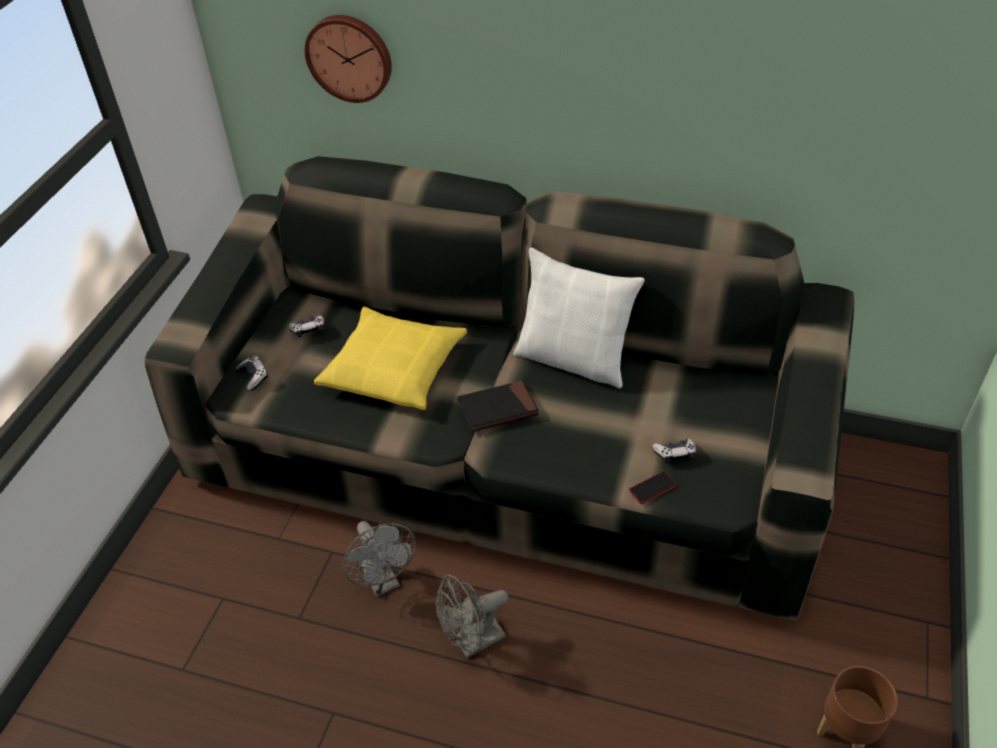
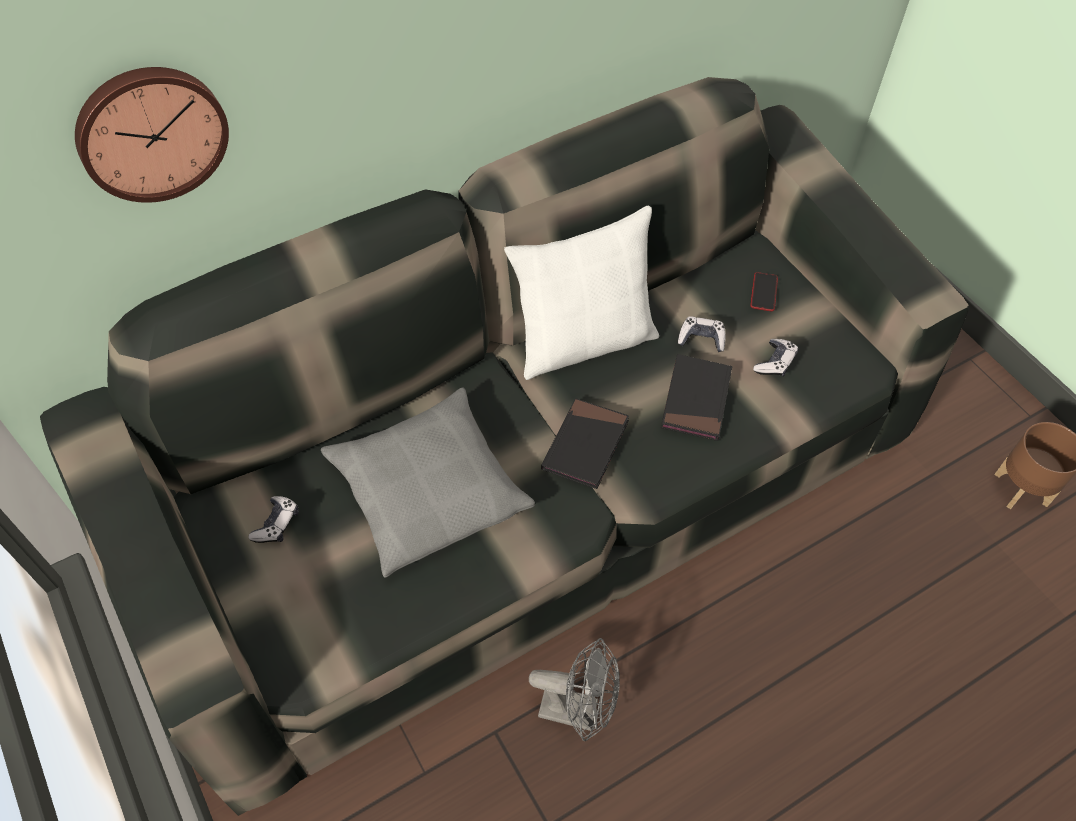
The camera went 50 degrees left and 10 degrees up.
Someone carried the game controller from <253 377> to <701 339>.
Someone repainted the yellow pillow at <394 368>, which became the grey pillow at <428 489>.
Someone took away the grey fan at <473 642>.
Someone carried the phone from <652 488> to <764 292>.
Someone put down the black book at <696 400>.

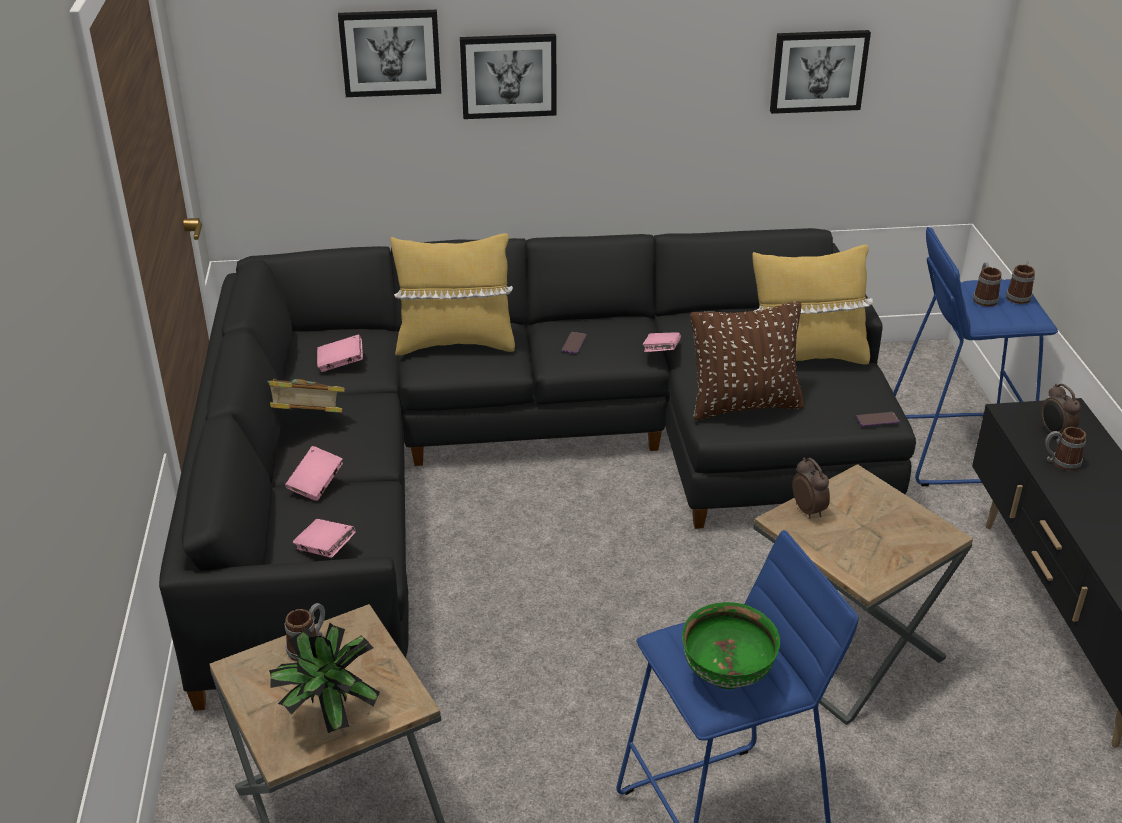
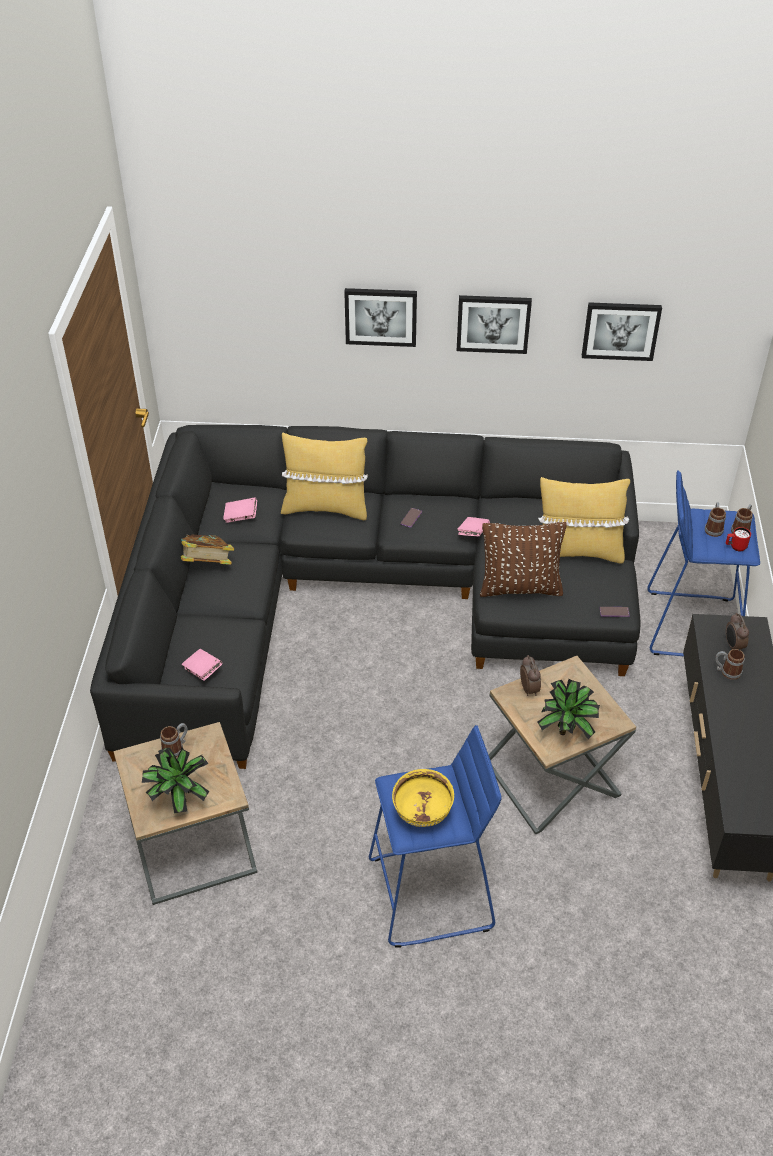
The camera went 10 degrees right and 10 degrees up.
Someone took away the pink book at <316 484>.
Someone carried the picture from <390 52> to <493 323>.
Someone repainted the green bowl at <727 677>, which became the yellow bowl at <423 815>.
Someone put down the potted plant at <567 731>.
Someone put down the red mug at <735 547>.

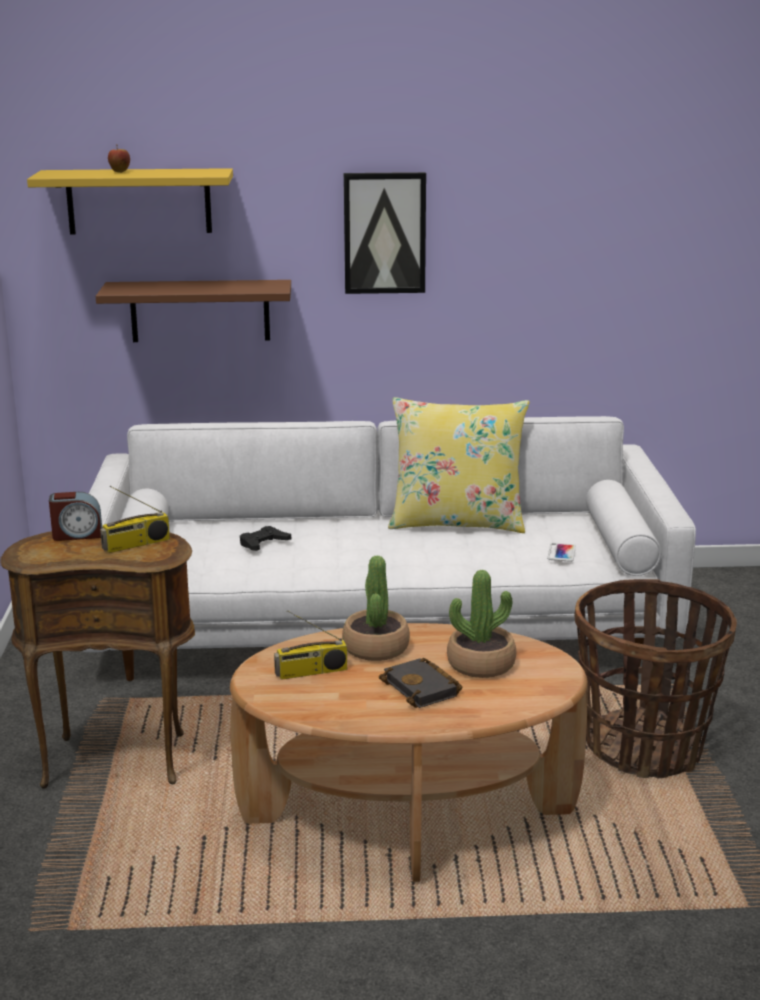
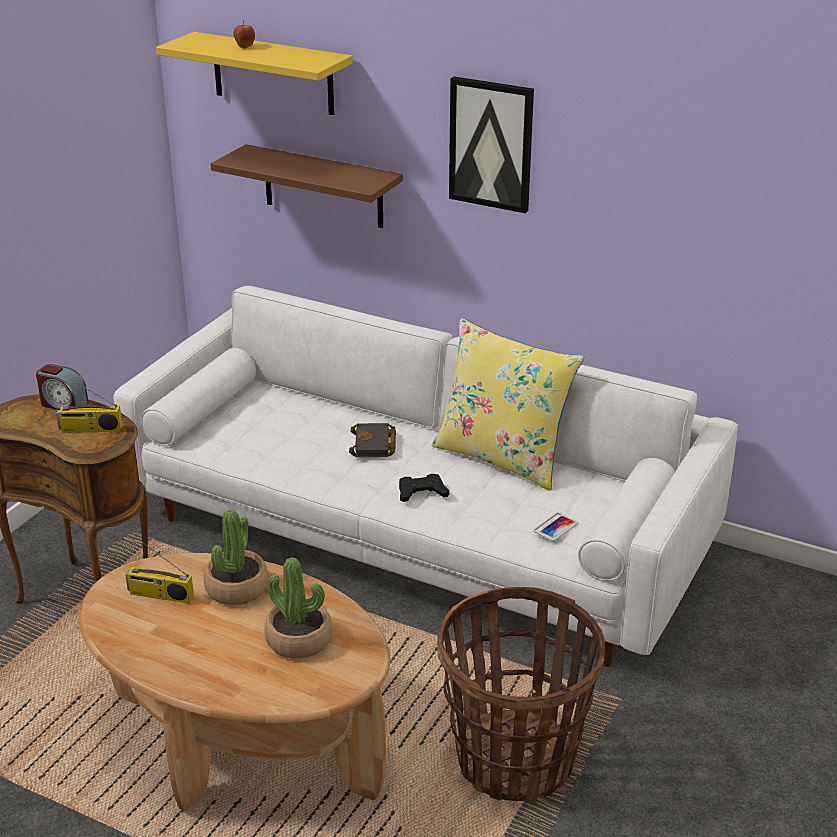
The camera went 30 degrees right and 10 degrees up.
Someone carried the black game controller from <263 543> to <422 492>.
Someone carried the black book from <423 689> to <374 445>.

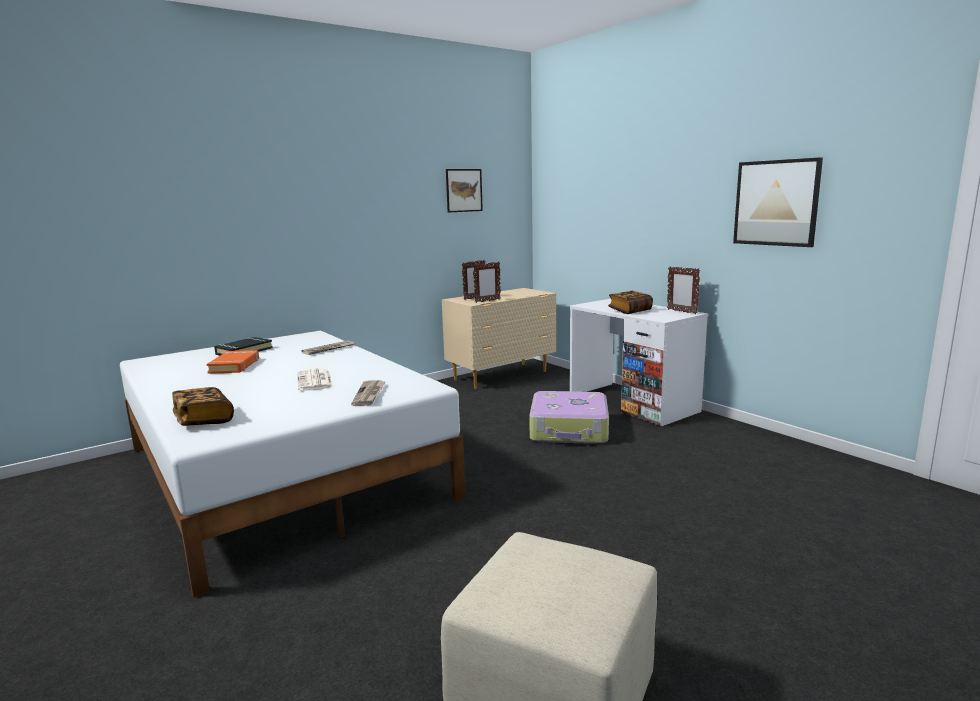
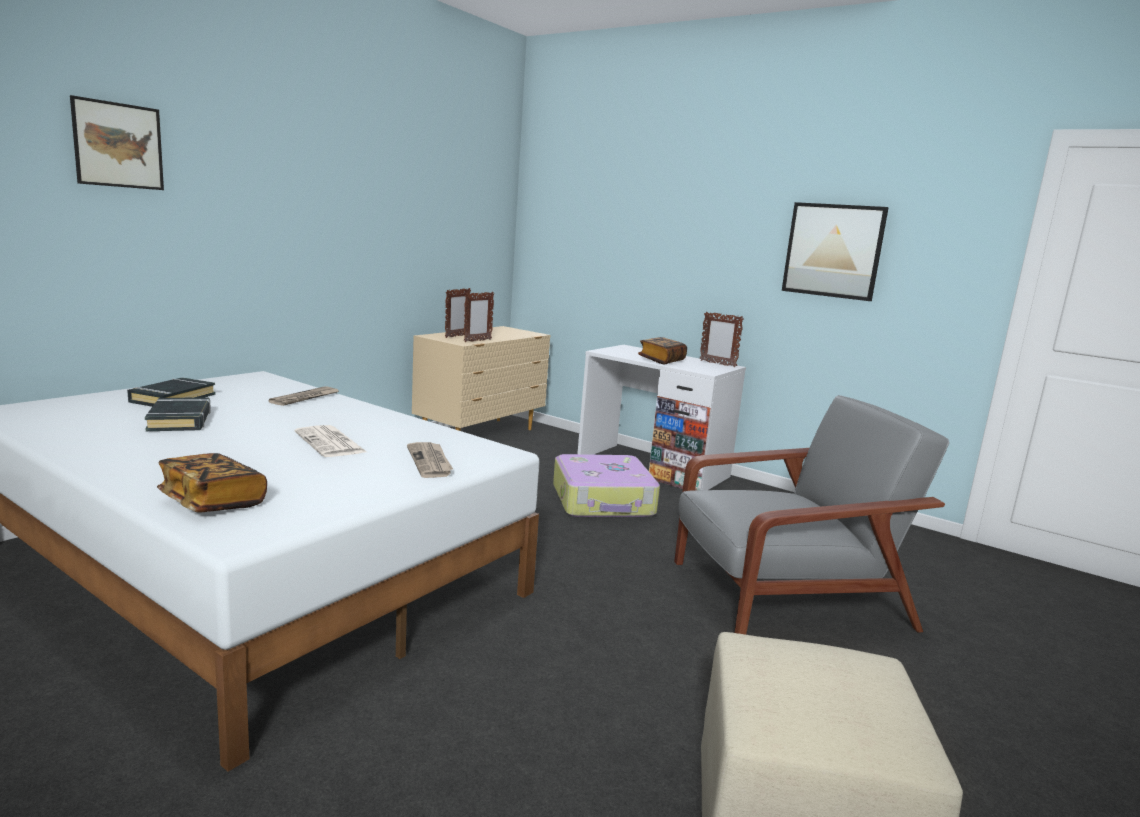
The camera went 20 degrees left and 0 degrees up.
Someone repainted the orange book at <235 366>, which became the black book at <180 420>.
Someone carried the picture from <464 190> to <118 145>.
Someone put down the grey armchair at <784 595>.

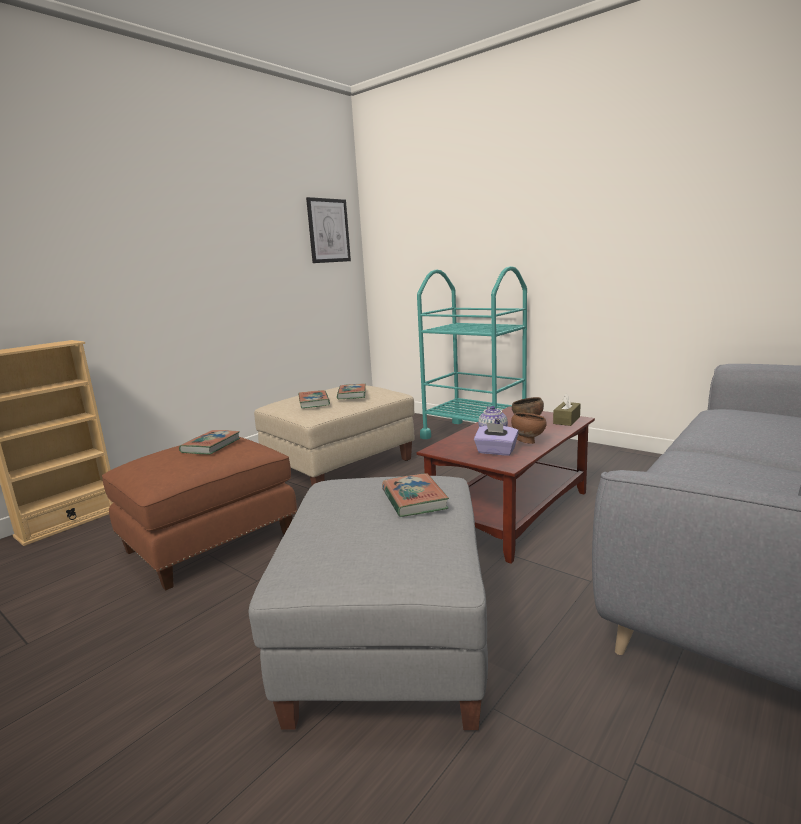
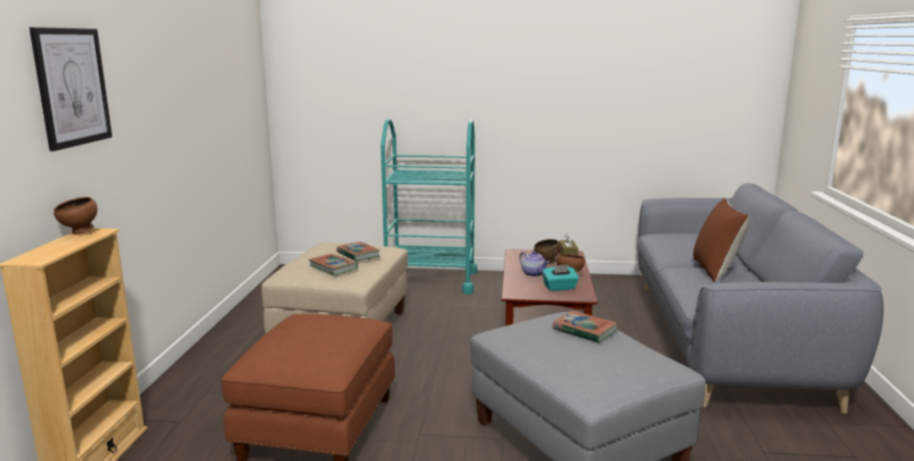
The camera went 35 degrees left and 0 degrees up.
Someone took away the book at <211 446>.
Someone carried the picture from <328 230> to <72 87>.
Someone repainted the purple tissue box at <496 451>, which became the turquoise tissue box at <560 288>.
Someone put down the brown bowl at <80 233>.
Someone put down the brown pillow at <715 270>.

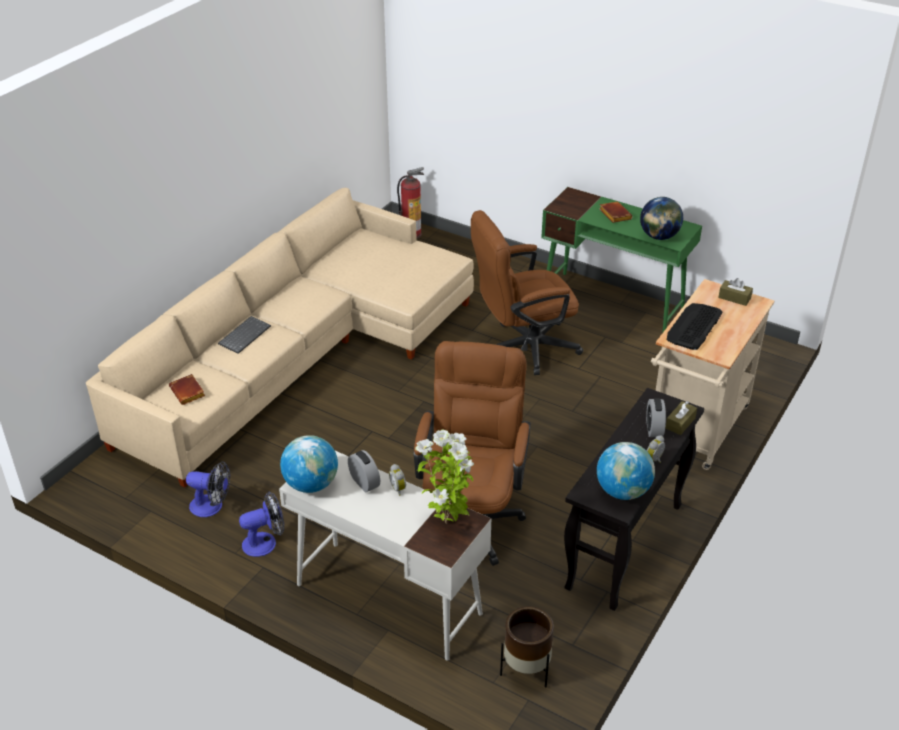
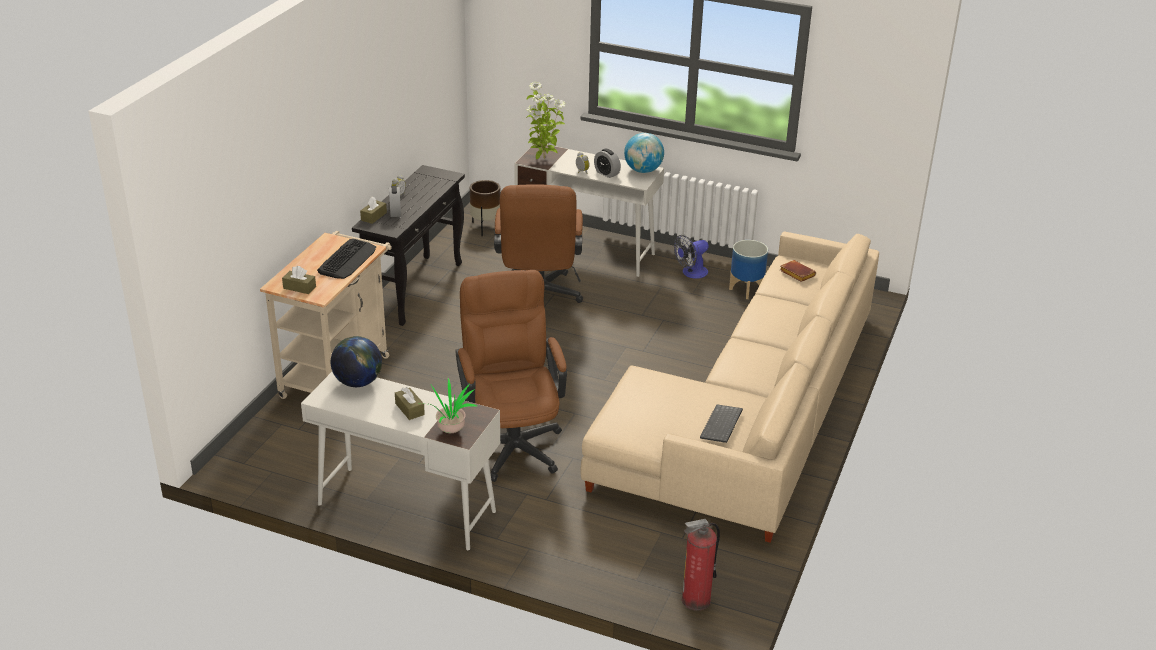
The camera went 170 degrees right and 5 degrees down.
Someone swapped the fan at <212 506> for the planter at <746 290>.
Someone carried the keyboard from <244 335> to <722 425>.
Someone rotated the brown office chair at <523 348> by 75 degrees counterclockwise.
Someone repainted the green desk at <613 304>, which became the white desk at <405 507>.
Someone took away the globe at <623 491>.
Someone swapped the brown book at <614 214> for the brown tissue box at <409 409>.
Someone put down the potted plant at <450 429>.

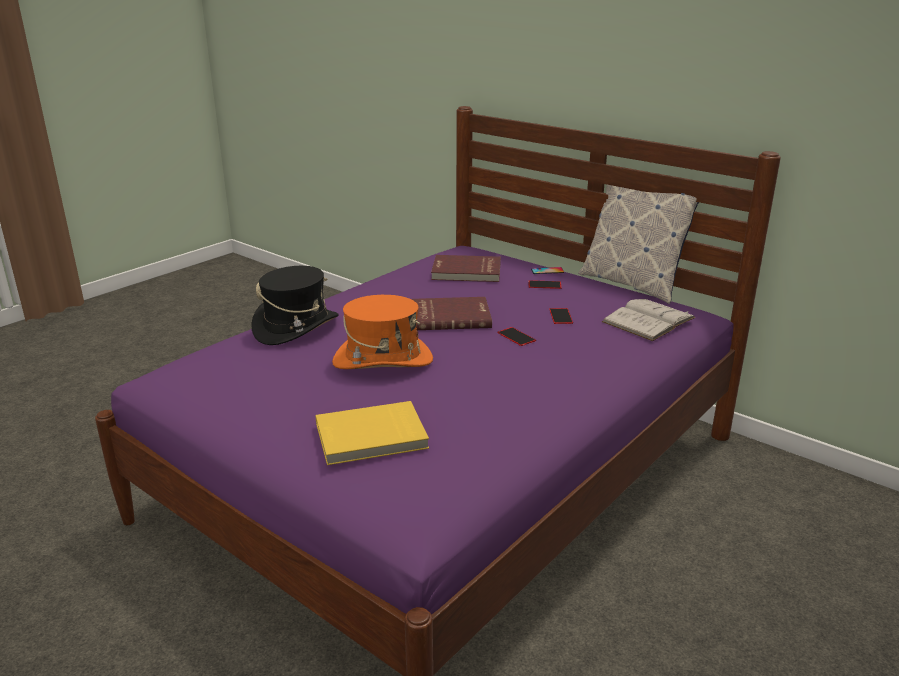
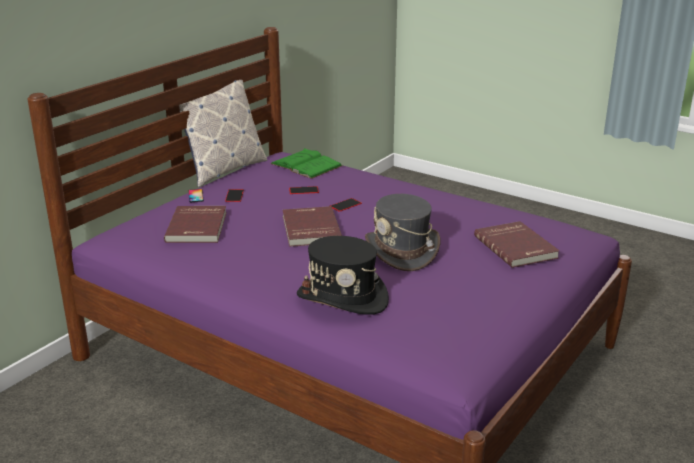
The camera went 95 degrees left and 0 degrees up.
Someone repainted the yellow book at <371 437>, which became the red book at <516 247>.
Someone repainted the orange hat at <382 360>, which became the grey hat at <402 251>.
Someone repainted the white book at <648 320>, which became the green book at <306 165>.

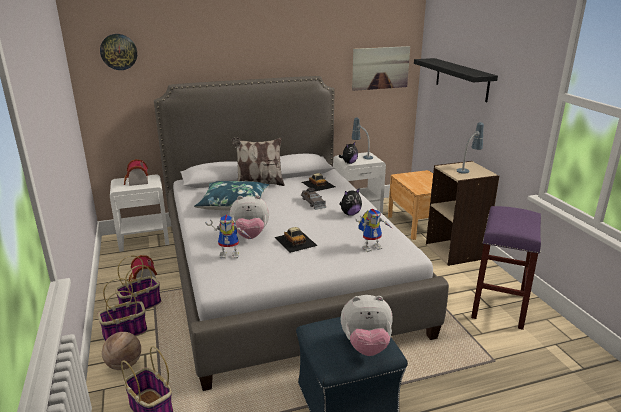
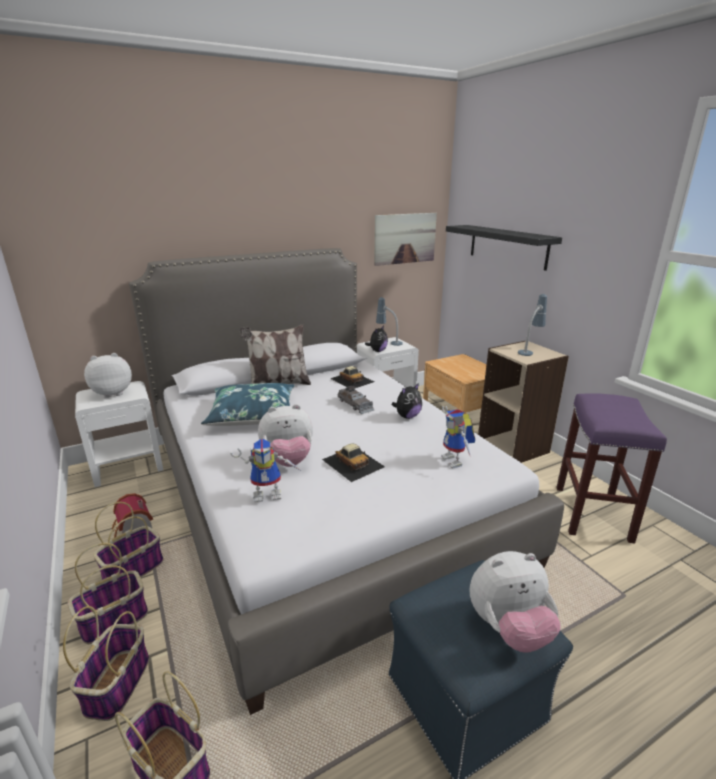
The camera went 10 degrees left and 0 degrees up.
Someone took away the wall clock at <118 52>.
Someone swapped the basketball at <124 365> for the basket at <117 683>.
Someone swapped the toy house at <137 182> for the plush toy at <113 393>.
Someone rotated the toy robot at <372 246> by 105 degrees clockwise.

